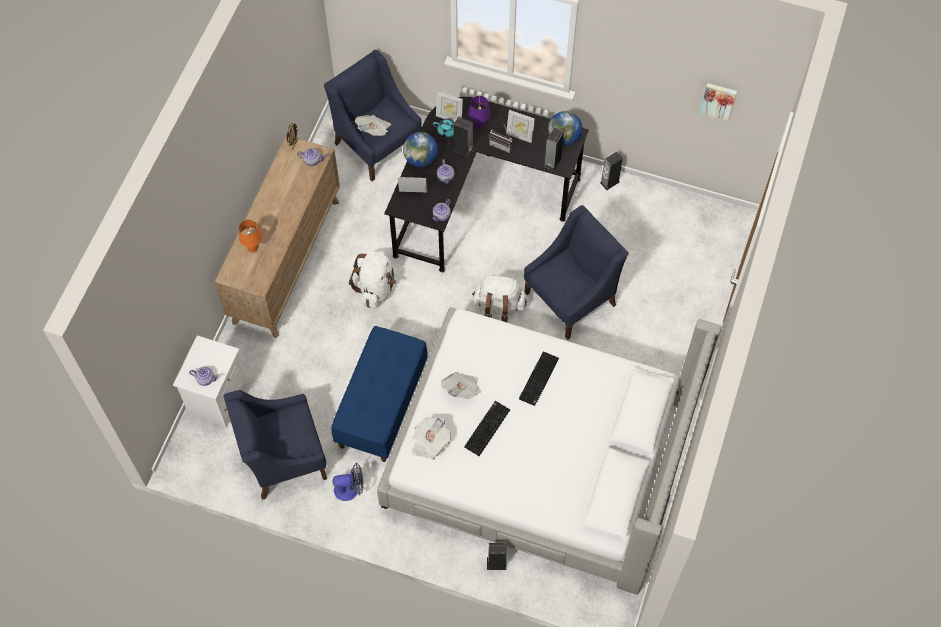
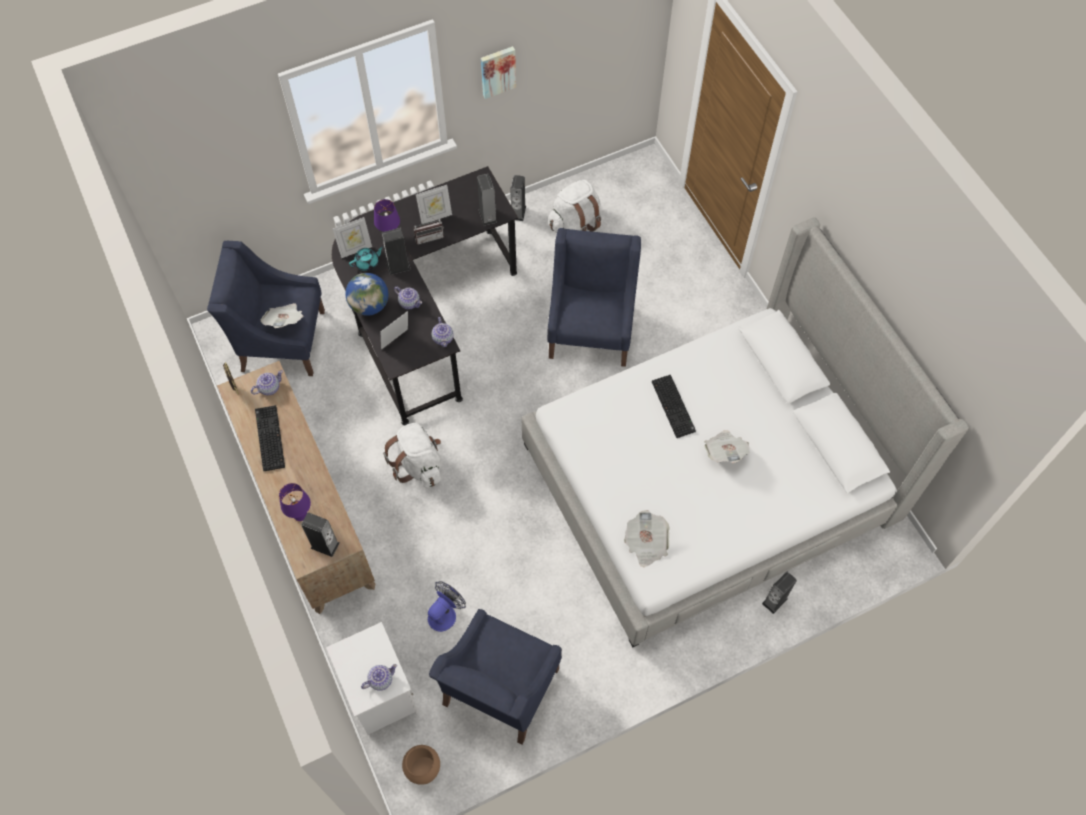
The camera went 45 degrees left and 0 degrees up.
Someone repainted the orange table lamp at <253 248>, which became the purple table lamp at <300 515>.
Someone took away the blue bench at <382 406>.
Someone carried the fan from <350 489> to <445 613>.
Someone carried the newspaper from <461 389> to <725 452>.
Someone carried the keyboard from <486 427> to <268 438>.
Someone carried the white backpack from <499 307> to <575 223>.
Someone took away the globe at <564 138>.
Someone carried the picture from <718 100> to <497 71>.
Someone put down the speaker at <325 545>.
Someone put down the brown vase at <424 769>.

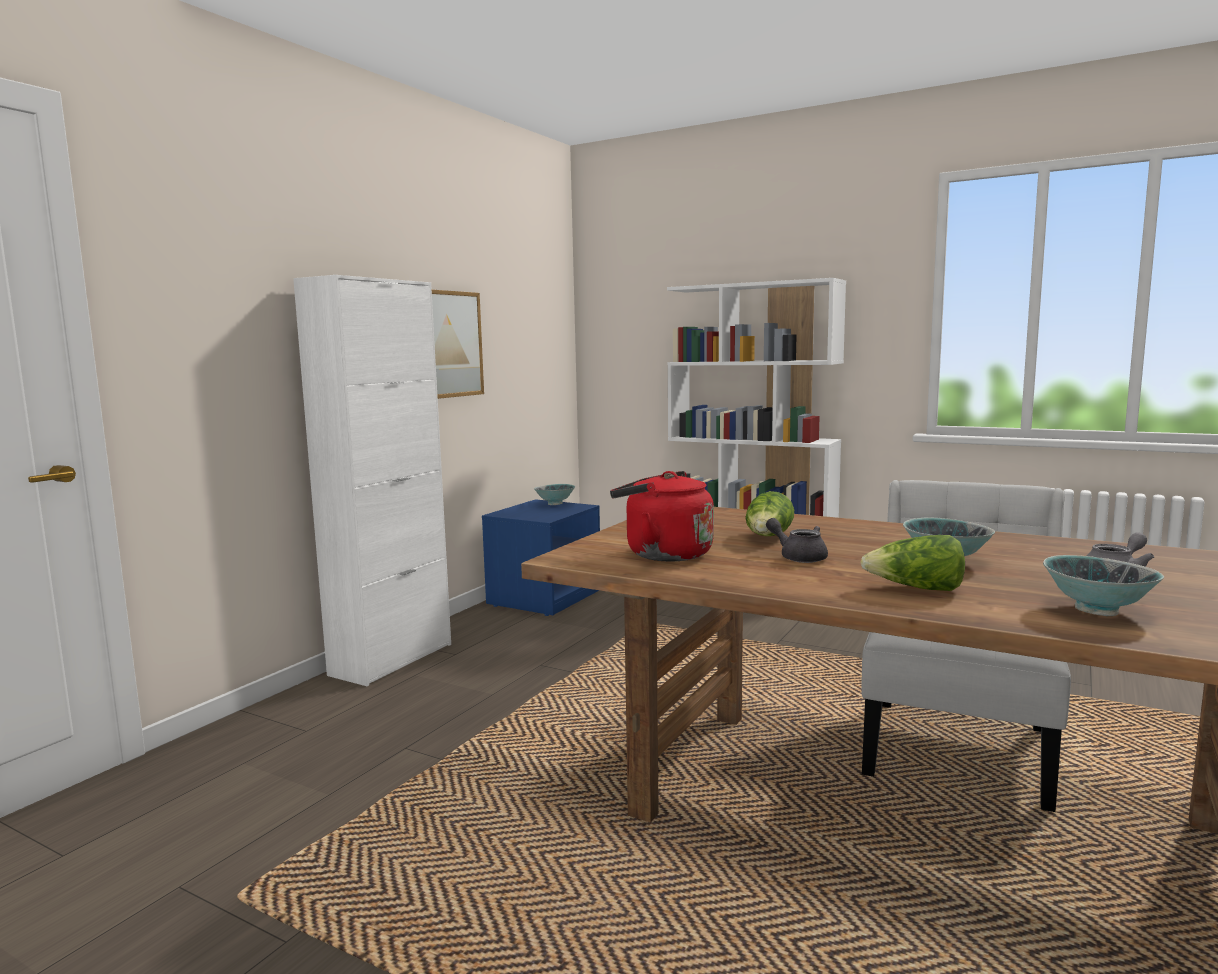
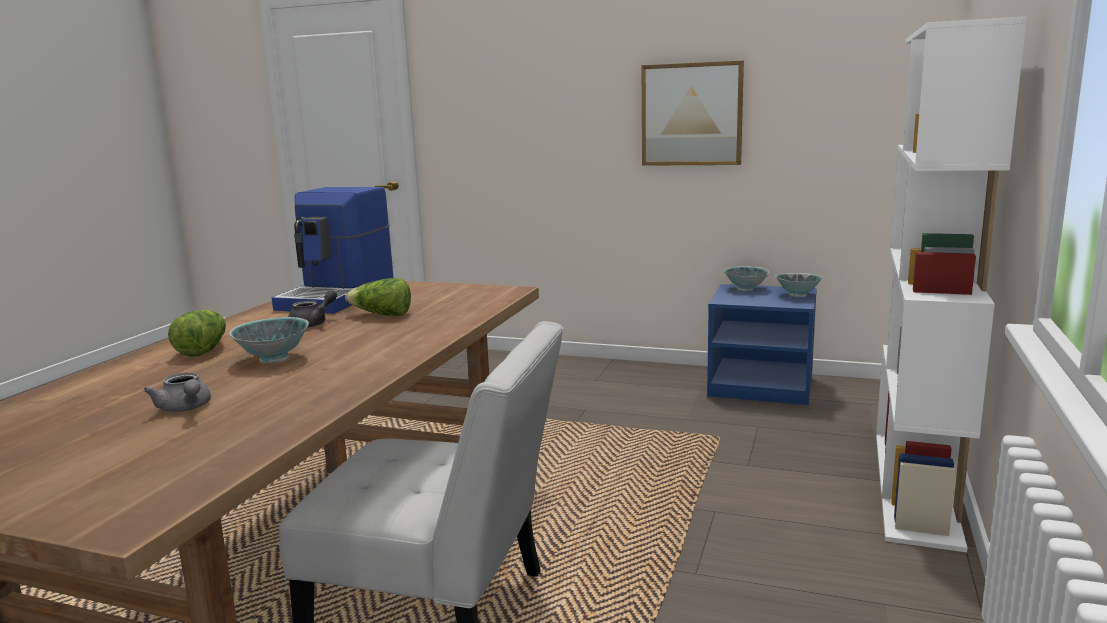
The camera went 80 degrees right and 5 degrees up.
Someone took away the white cabinet at <392 659>.
Someone swapped the red kettle at <663 554> for the coffee machine at <339 297>.
Someone carried the bowl from <1097 611> to <745 289>.

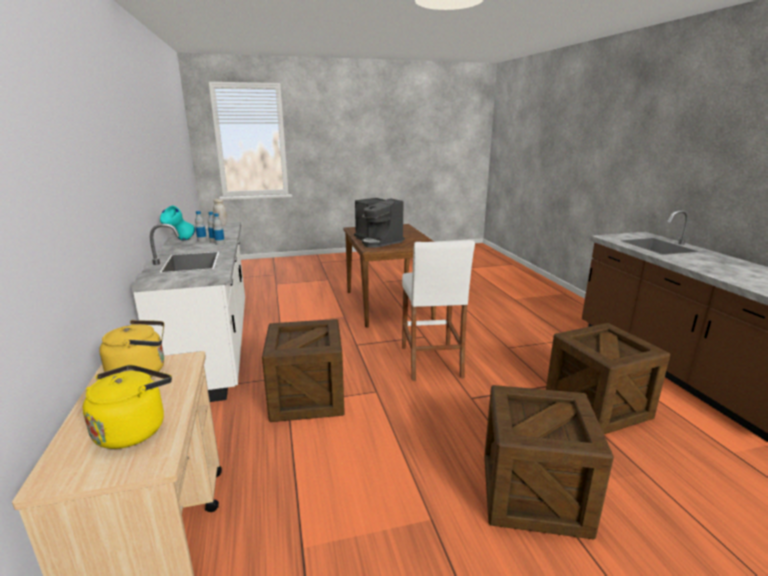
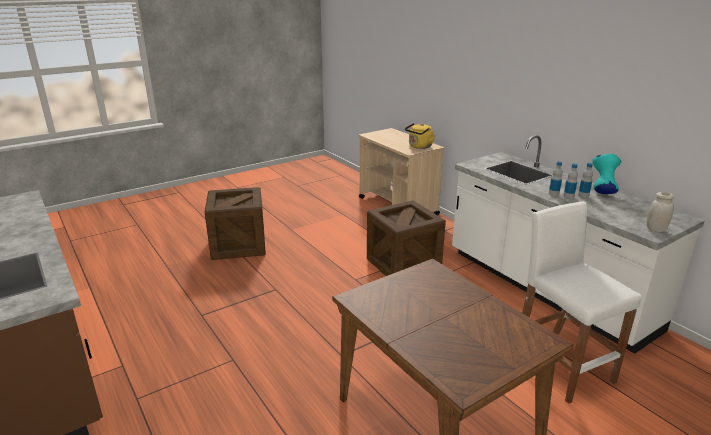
The camera went 160 degrees right and 5 degrees up.
Someone took away the yellow kettle at <134 429>.
Someone took away the coffee machine at <378 241>.
Someone carried the white stool from <431 362> to <560 365>.
Someone took away the crate at <597 406>.

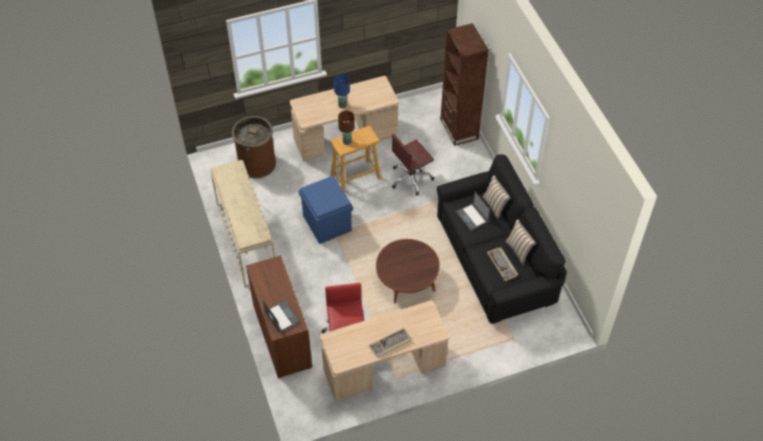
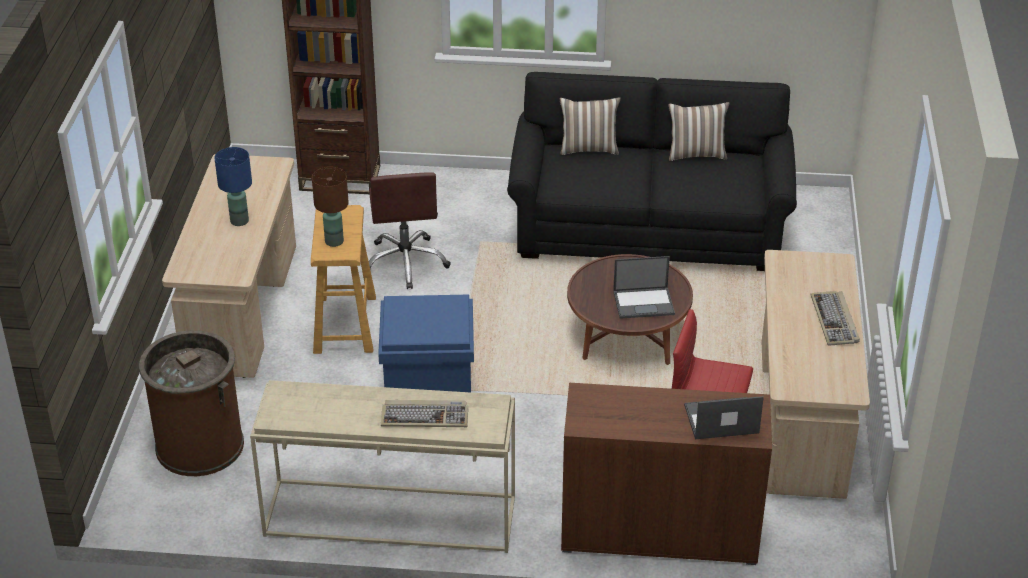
The camera went 65 degrees left and 15 degrees down.
Someone carried the laptop from <472 217> to <644 303>.
Someone carried the keyboard from <502 265> to <425 416>.

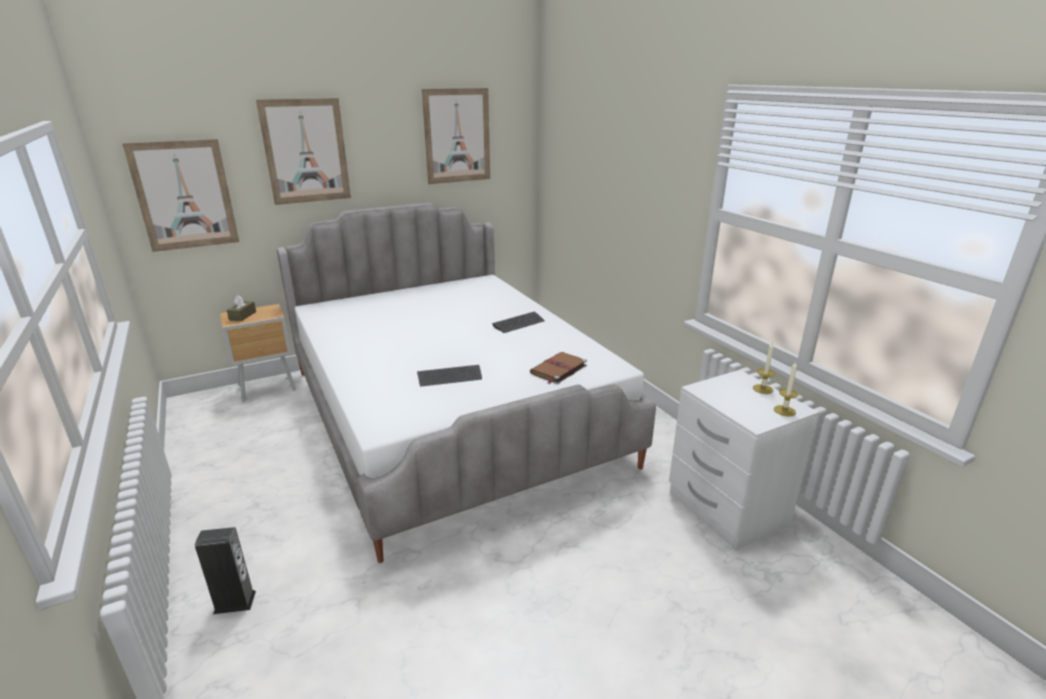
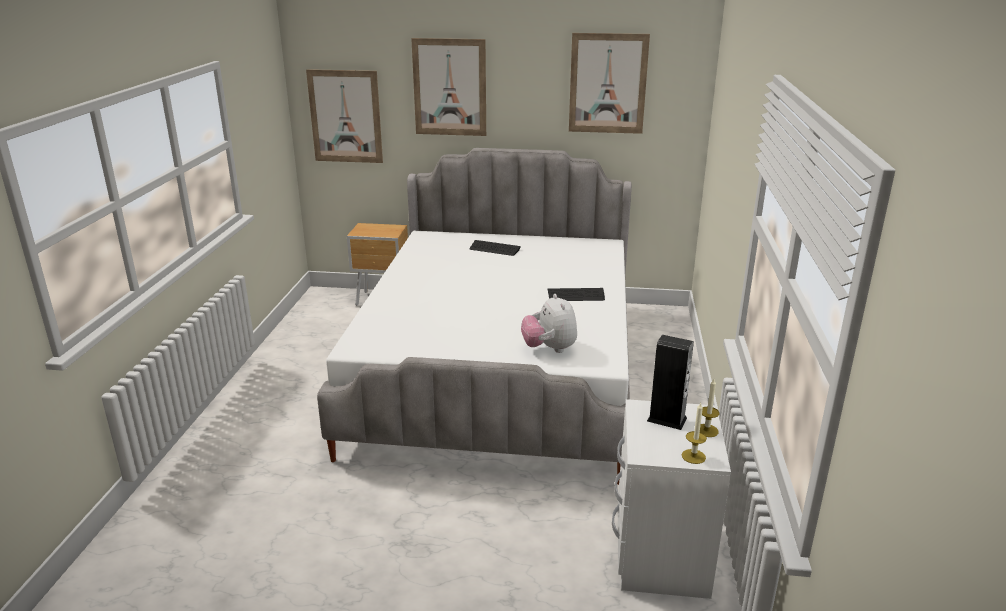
The camera went 35 degrees right and 0 degrees up.
Someone carried the speaker from <234 602> to <666 419>.
Someone took away the brown tissue box at <242 316>.
Someone carried the keyboard from <449 377> to <494 249>.
Someone swapped the brown book at <558 370> for the plush toy at <549 349>.

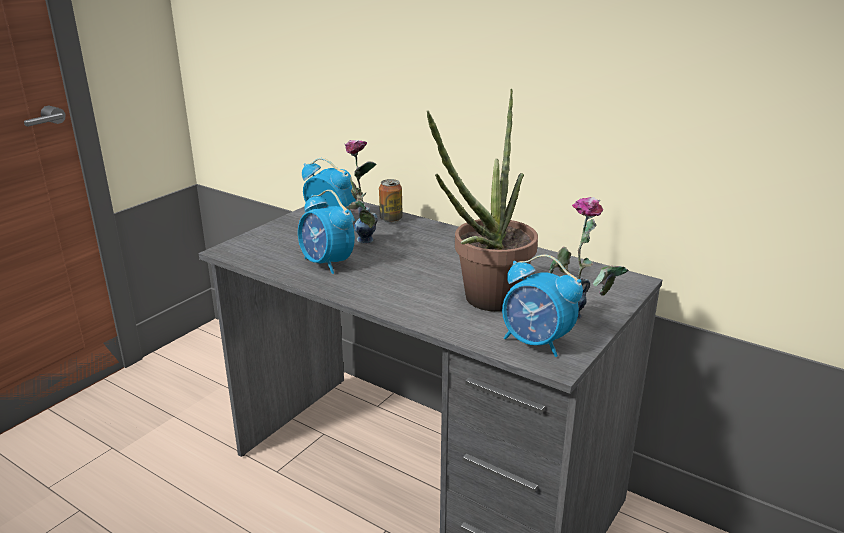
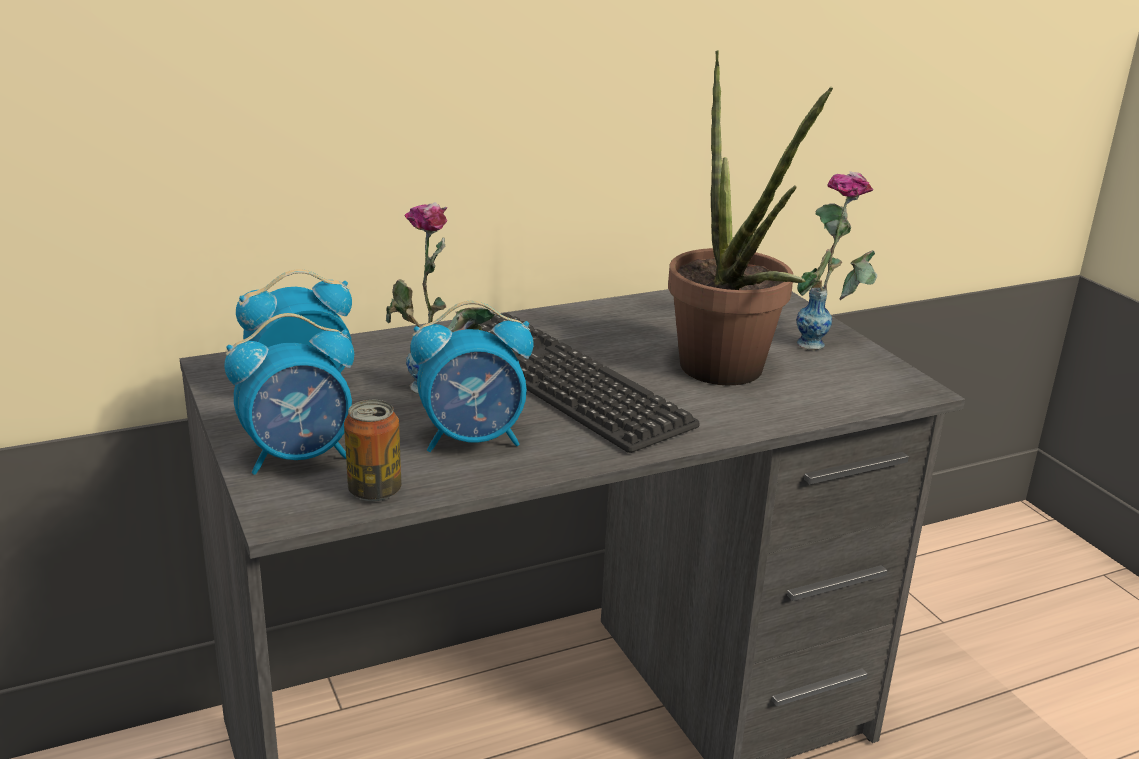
The camera went 60 degrees left and 0 degrees up.
Someone carried the can from <391 219> to <374 491>.
Someone carried the alarm clock from <536 343> to <299 457>.
Someone put down the keyboard at <563 381>.

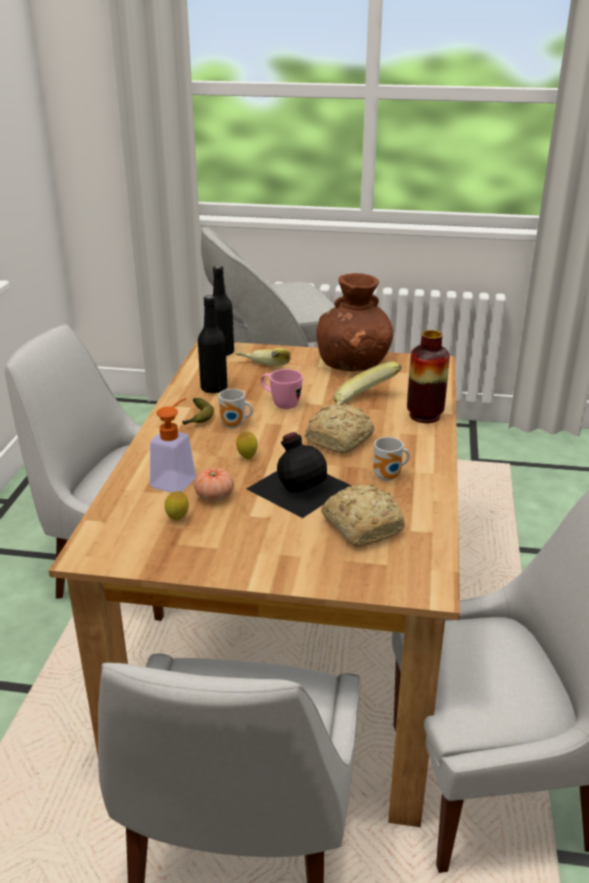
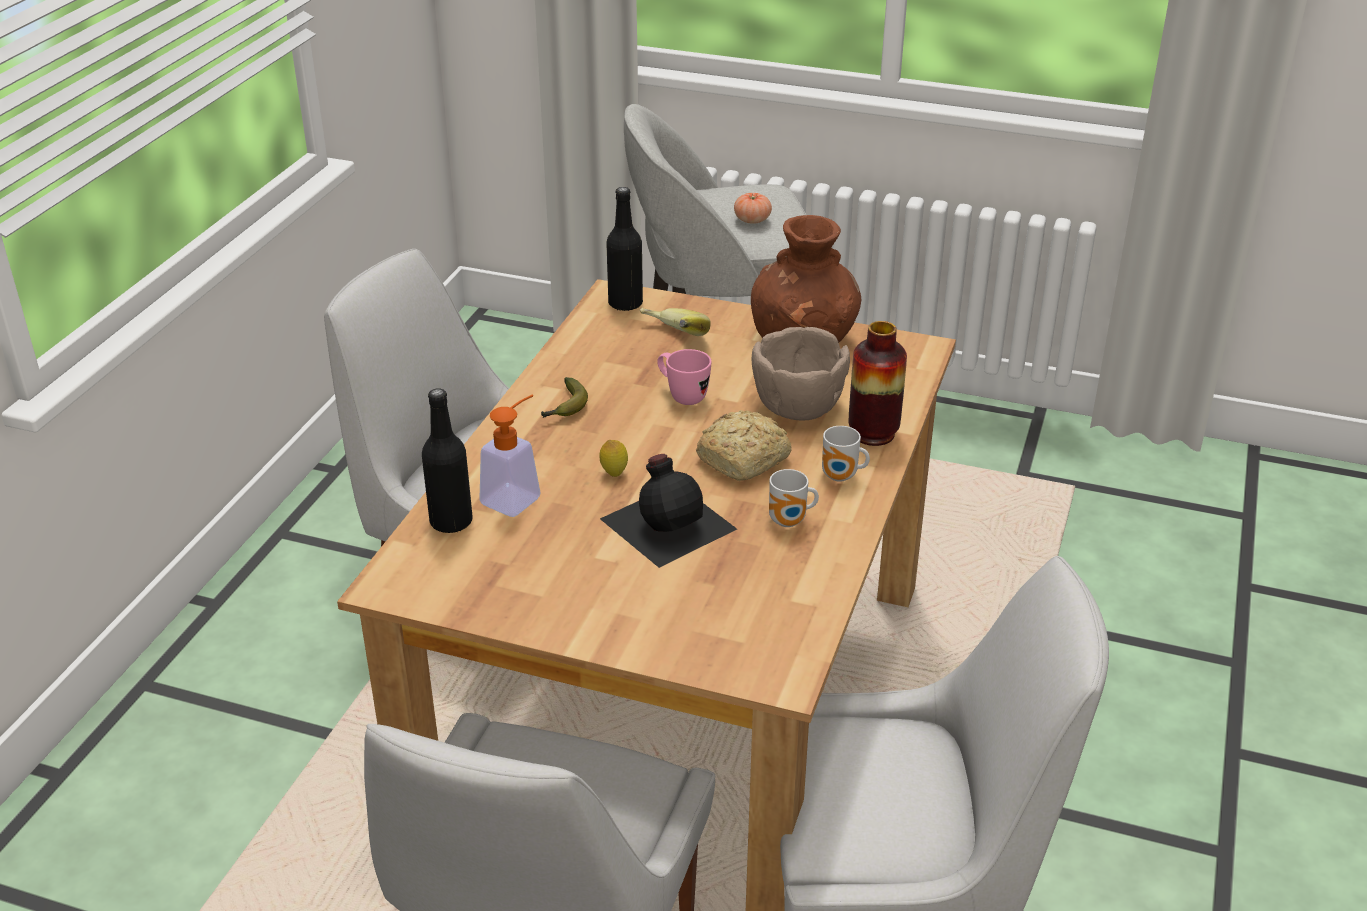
The camera went 10 degrees right and 5 degrees up.
Someone took away the lemon at <178 519>.
Someone carried the tomato from <214 496> to <752 220>.
Someone carried the black bottle from <214 388> to <451 522>.
Someone carried the mug from <234 426> to <841 477>.
Someone took away the bread at <362 525>.
Someone swapped the banana at <364 403> for the brown bowl at <796 406>.

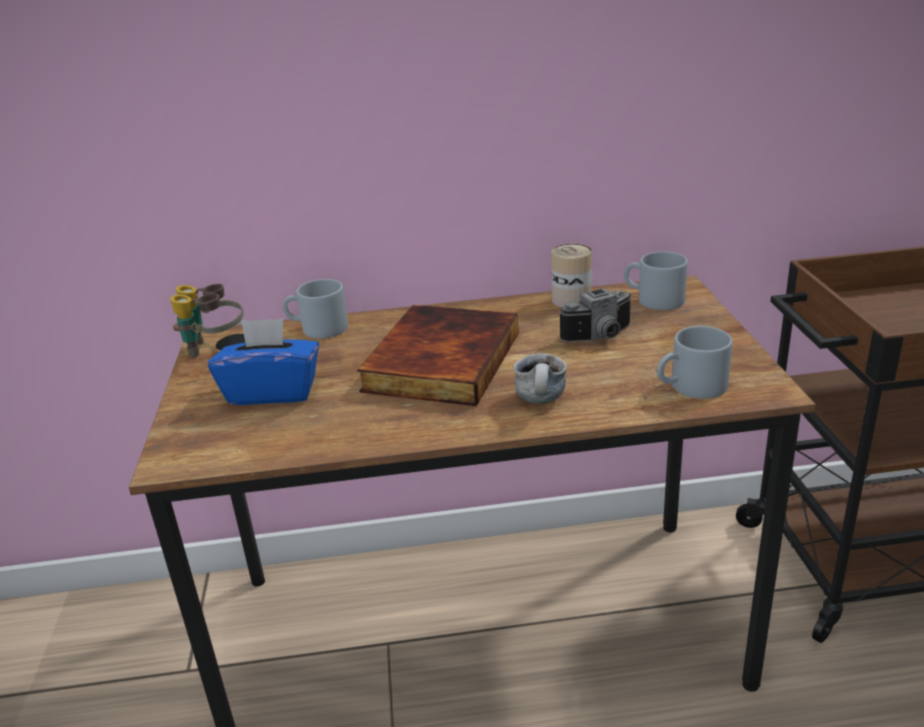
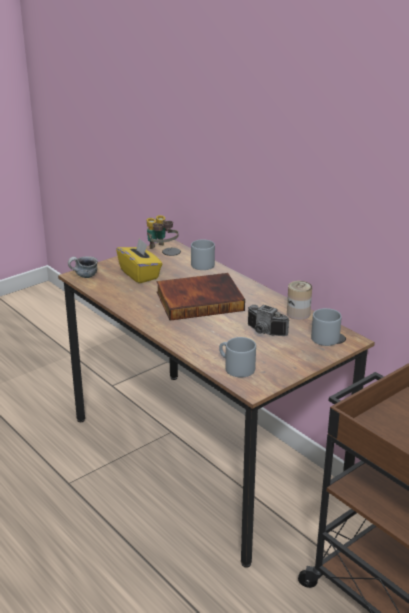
The camera went 55 degrees right and 0 degrees up.
Someone repainted the blue tissue box at <273 391>, which became the yellow tissue box at <140 274>.
Someone carried the mug from <542 402> to <84 277>.

